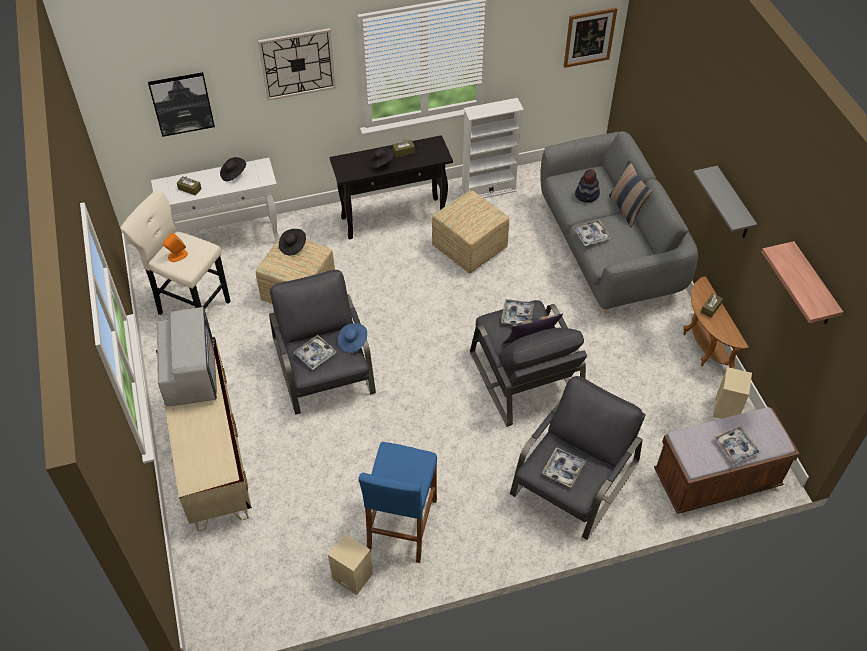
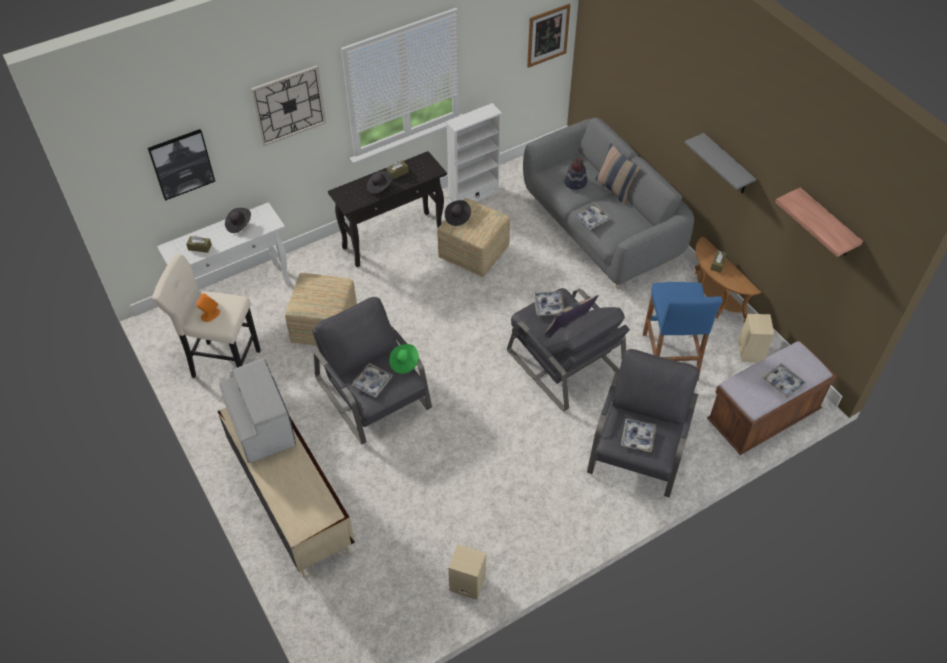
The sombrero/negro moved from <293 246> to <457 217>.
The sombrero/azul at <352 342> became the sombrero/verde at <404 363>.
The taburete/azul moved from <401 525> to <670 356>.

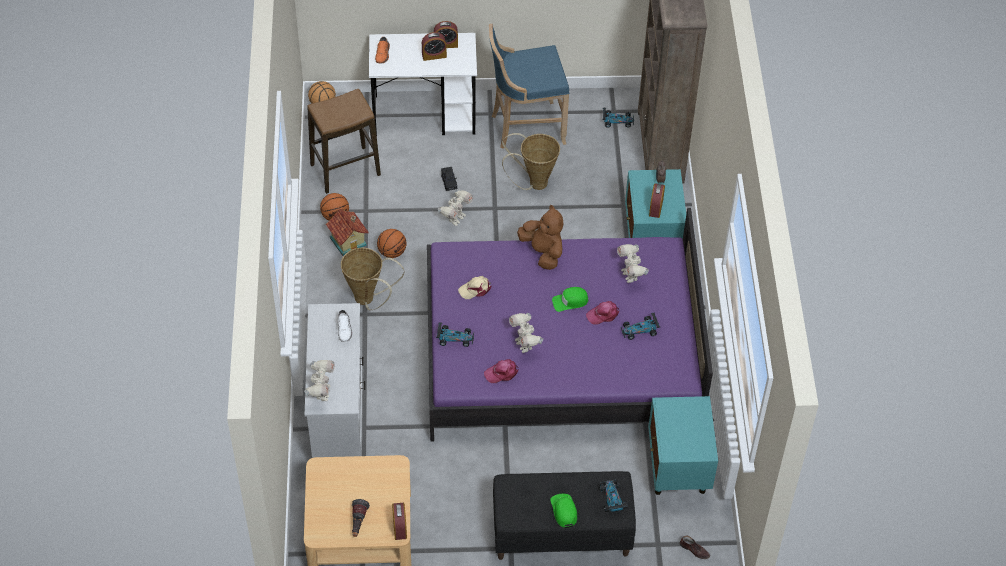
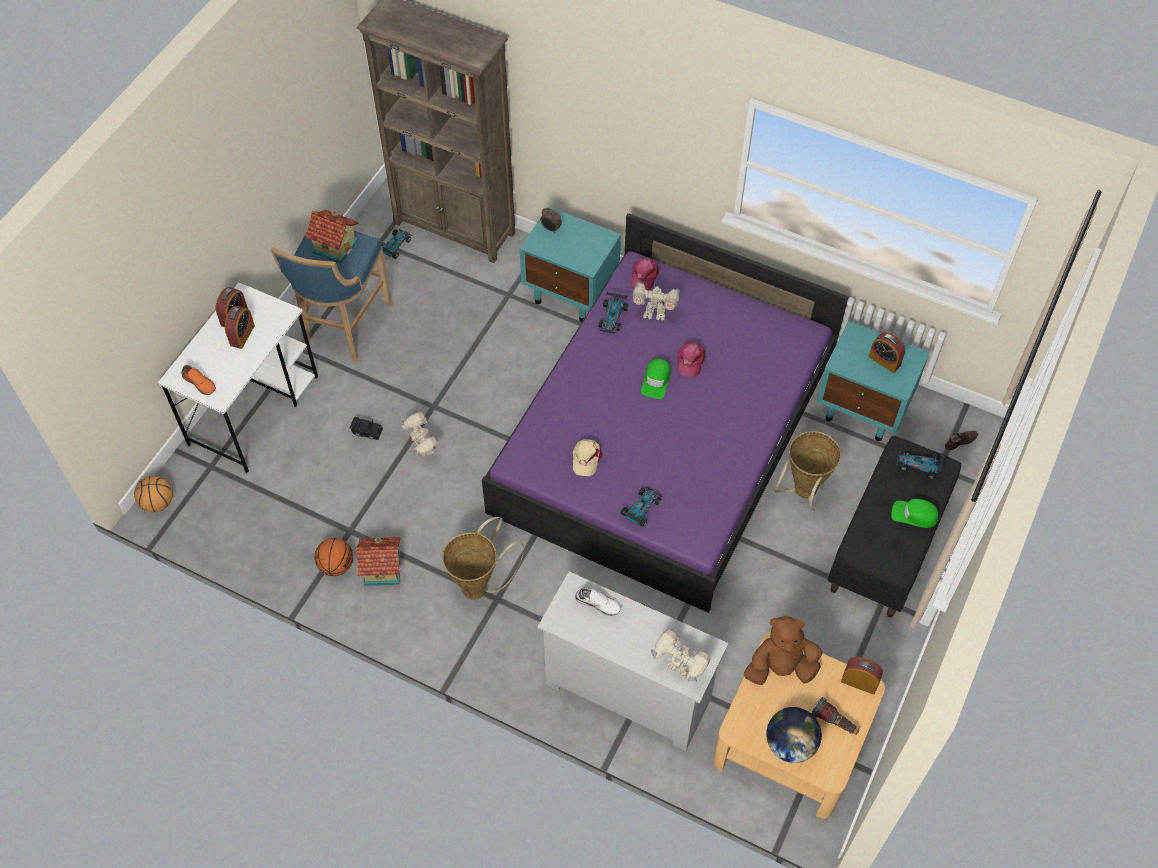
The taburete at <345 170> disappeared.
The balón de baloncesto at <392 252> disappeared.
The gorra/rosa moved from <502 373> to <644 275>.
The cesta moved from <533 183> to <802 493>.
The robot de juguete at <525 344> disappeared.
The peluche/marrón moved from <543 252> to <780 668>.
The coche de juguete moved from <640 330> to <612 317>.
The despertador moved from <656 207> to <884 360>.
The casita at <335 245> appeared.
The globo terráqueo at <790 744> appeared.

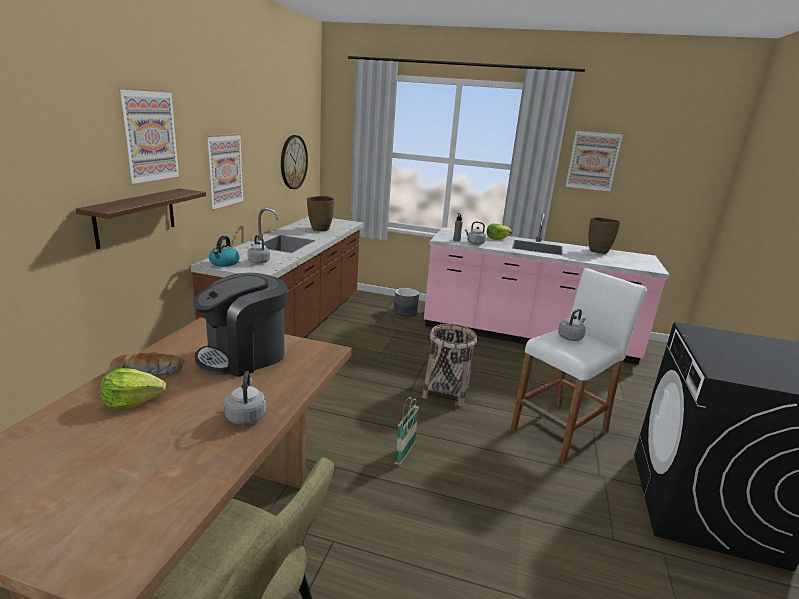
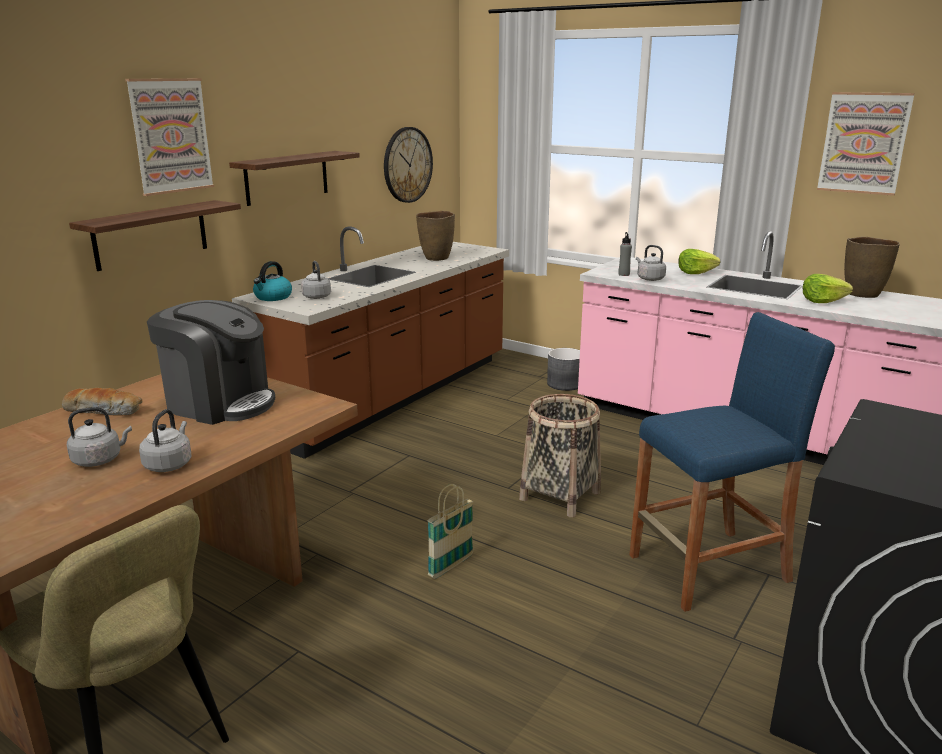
The lechuga moved from <132 401> to <822 301>.
The cafetera at <244 355> turned 135 degrees counterclockwise.
The cuadro at <225 170> was replaced by the estante at <287 177>.
The taburete/blanco at <560 431> became the taburete/azul at <709 569>.
The hervidor/gris moved from <570 337> to <100 460>.

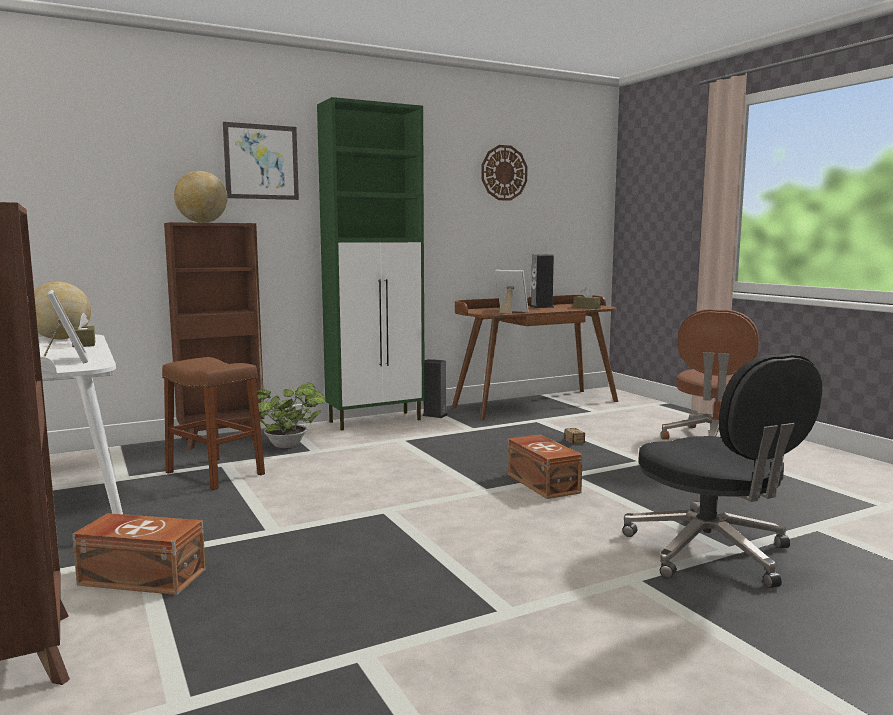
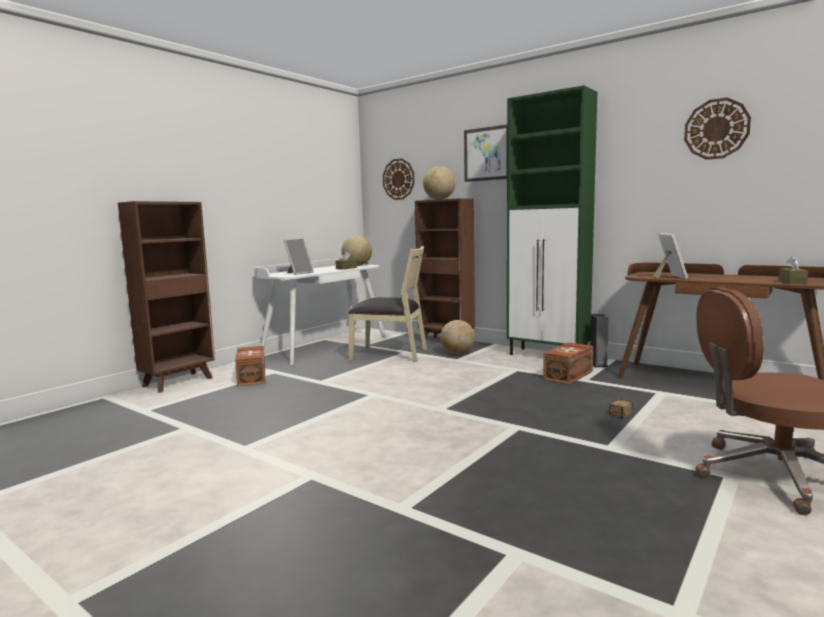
The taburete/marrón at <215 473> was replaced by the silla/beis at <390 354>.
The planta en maceta at <289 446> was replaced by the globo terráqueo at <457 353>.
The caja de almacenaje/marrón moved from <543 483> to <569 375>.
The altavoz at <541 307> disappeared.
The silla de oficina/negro at <711 553> disappeared.
The reloj de pared at <398 179> appeared.

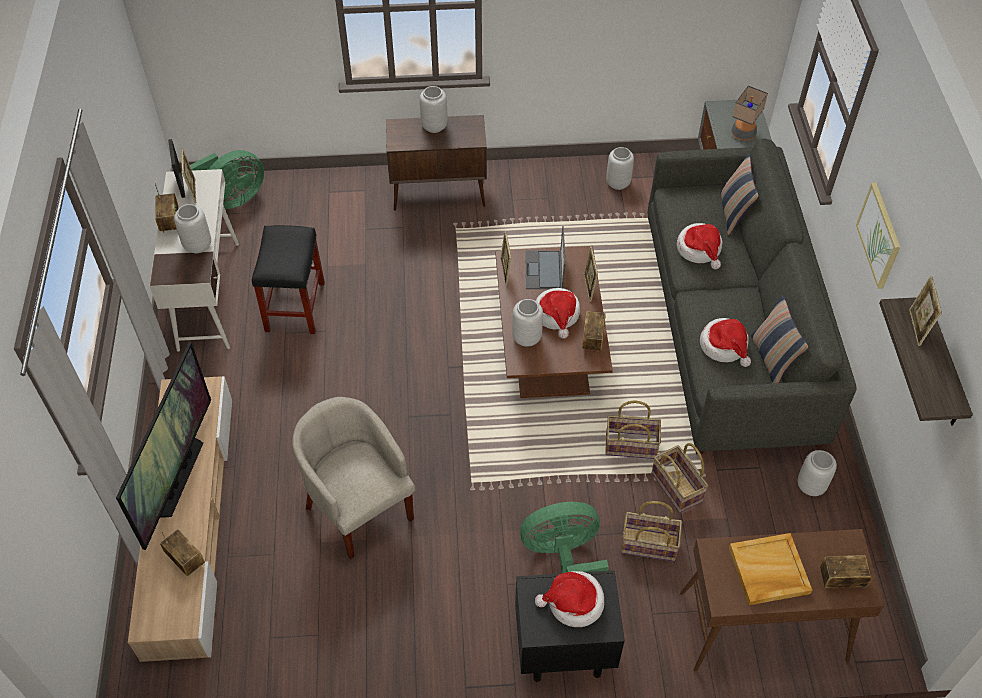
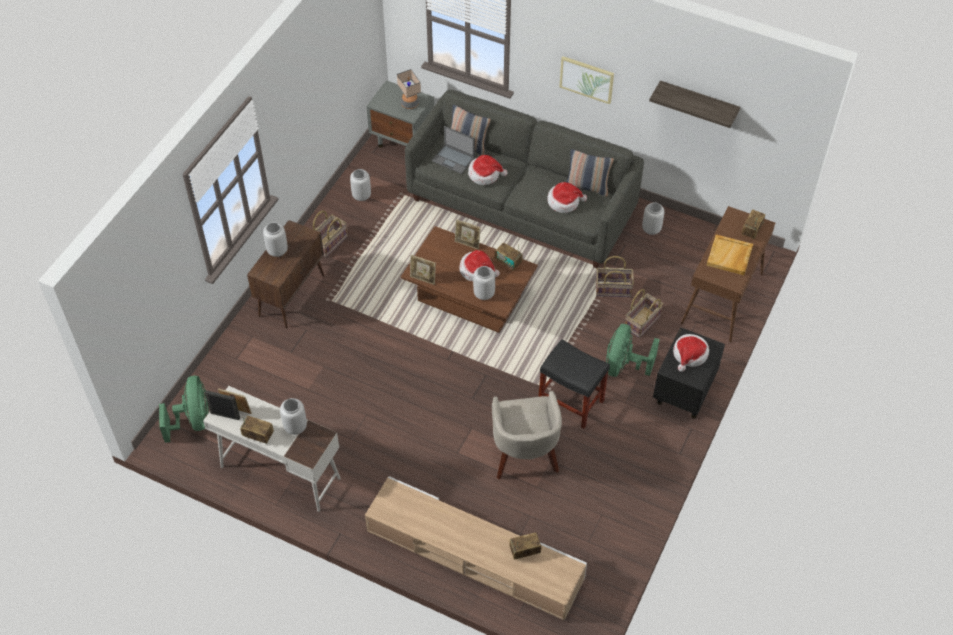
The televisor at <178 477> disappeared.
The taburete/negro moved from <295 308> to <572 402>.
The sillón/beis at <358 507> turned 90 degrees counterclockwise.
The portátil moved from <544 271> to <453 159>.
The cesta moved from <631 445> to <329 242>.
The portarretratos at <916 328> disappeared.

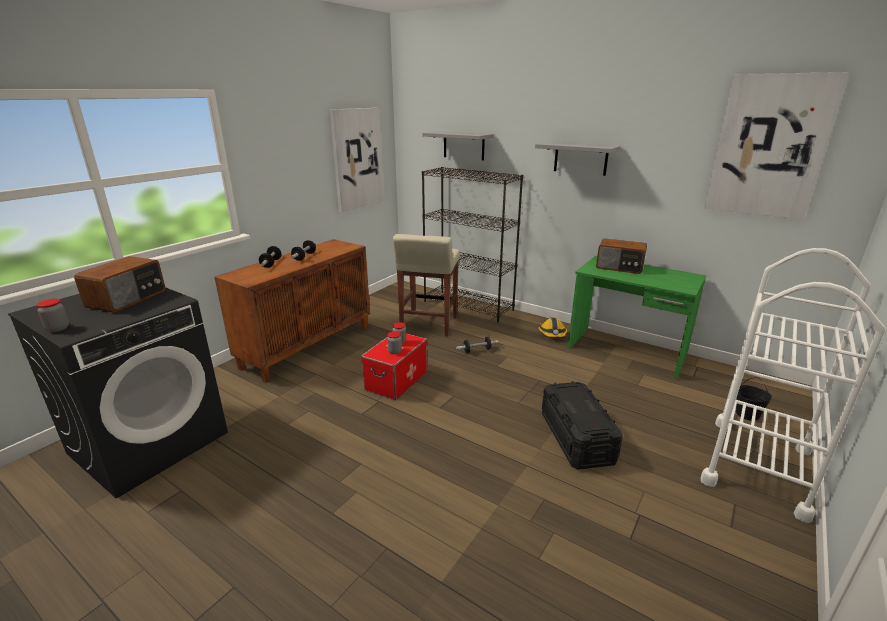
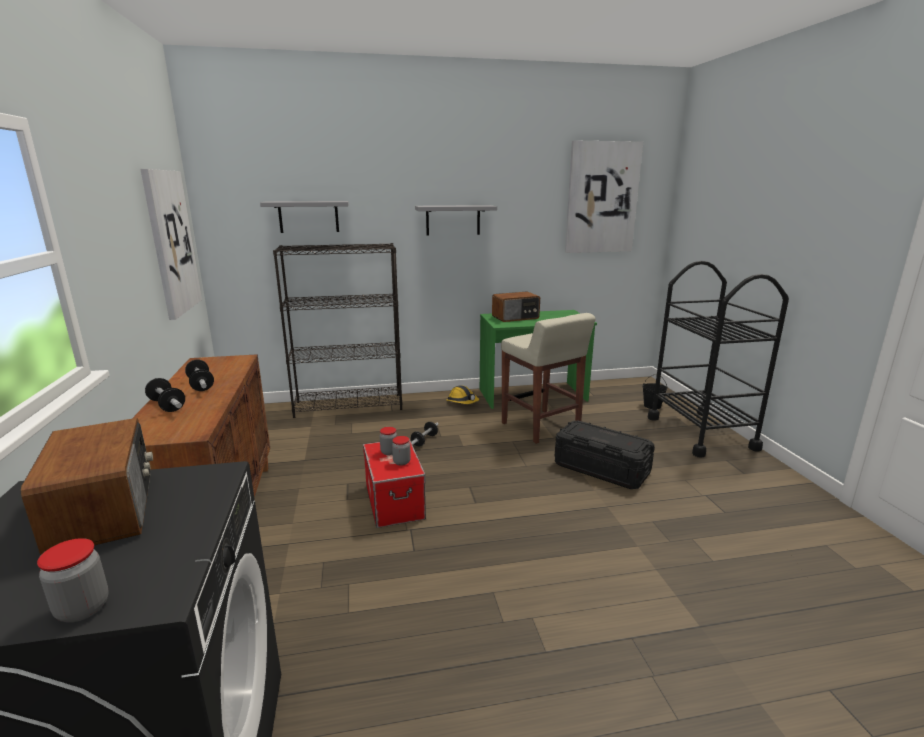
The taburete/beis moved from <428 325> to <541 427>.
The carrito/blanco at <757 466> became the carrito/negro at <700 433>.

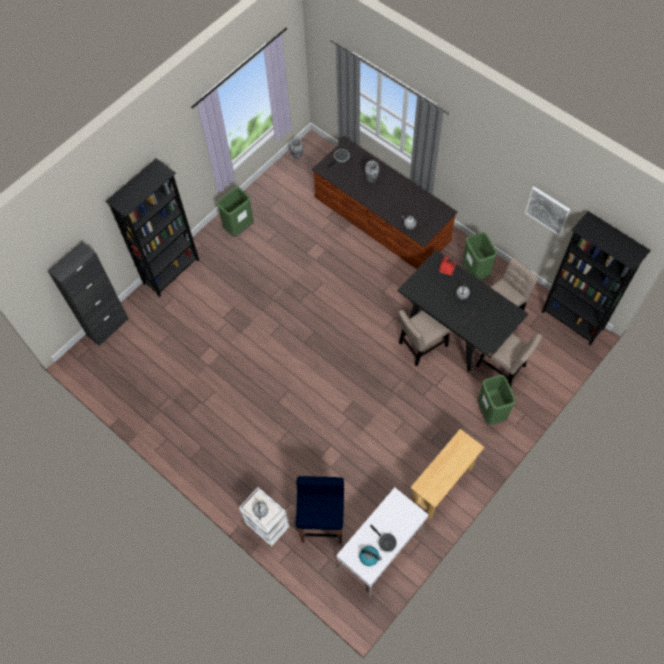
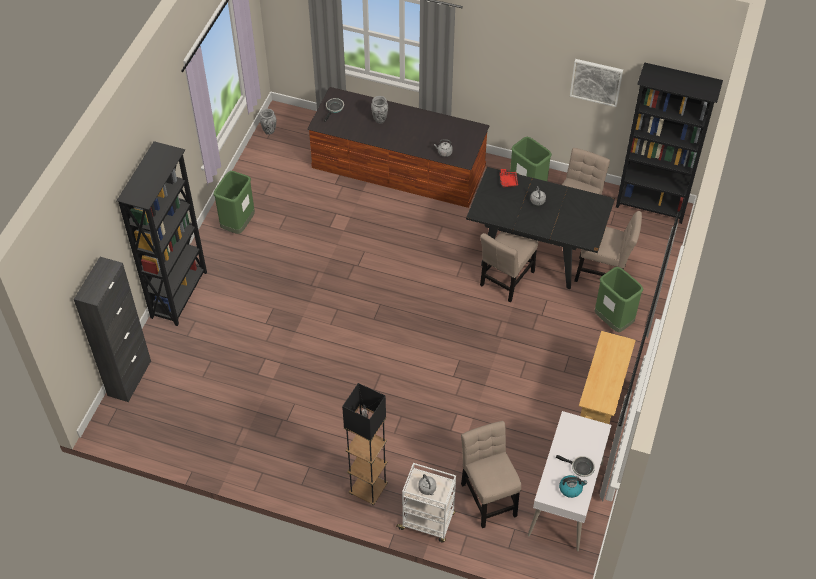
The taburete/azul at <322 523> was replaced by the silla/beis at <488 496>.
The lámpara de pie/negro at <368 489> appeared.

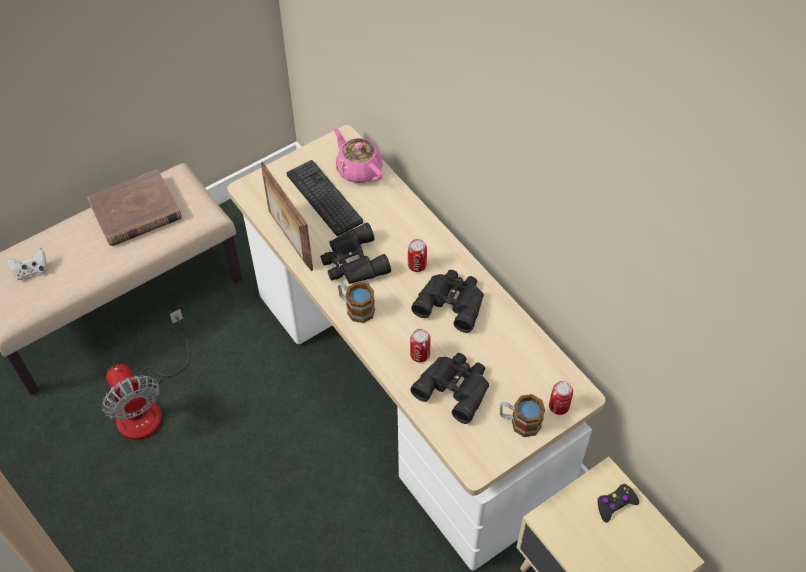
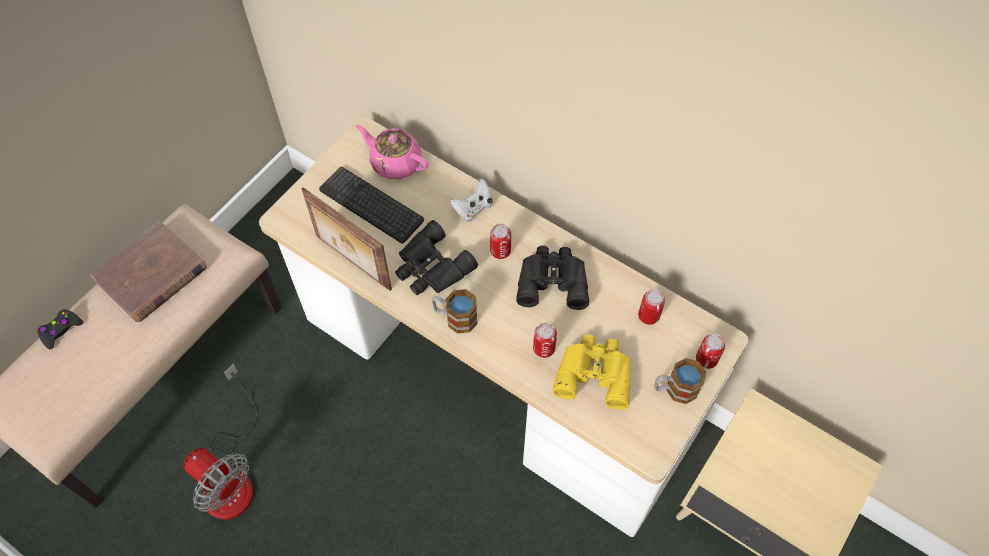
The mando de consola/blanco moved from <31 271> to <473 208>.
The prismáticos/negro at <455 387> became the prismáticos/amarillo at <594 372>.
The mando de consola/negro moved from <615 504> to <61 330>.
The lata at <648 316> appeared.

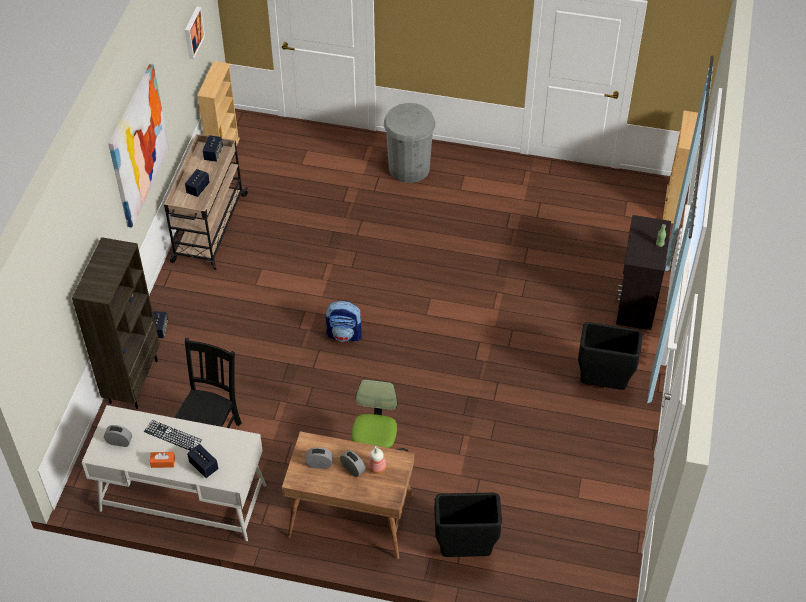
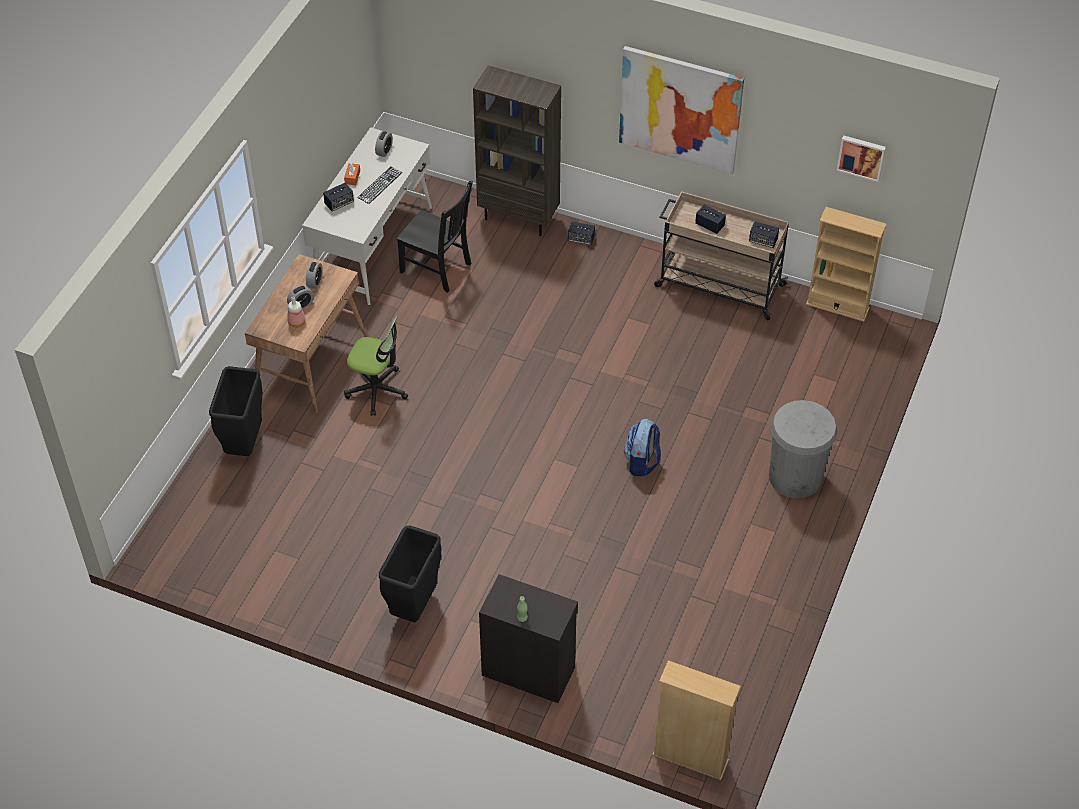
The mochila moved from <345 334> to <642 462>.

